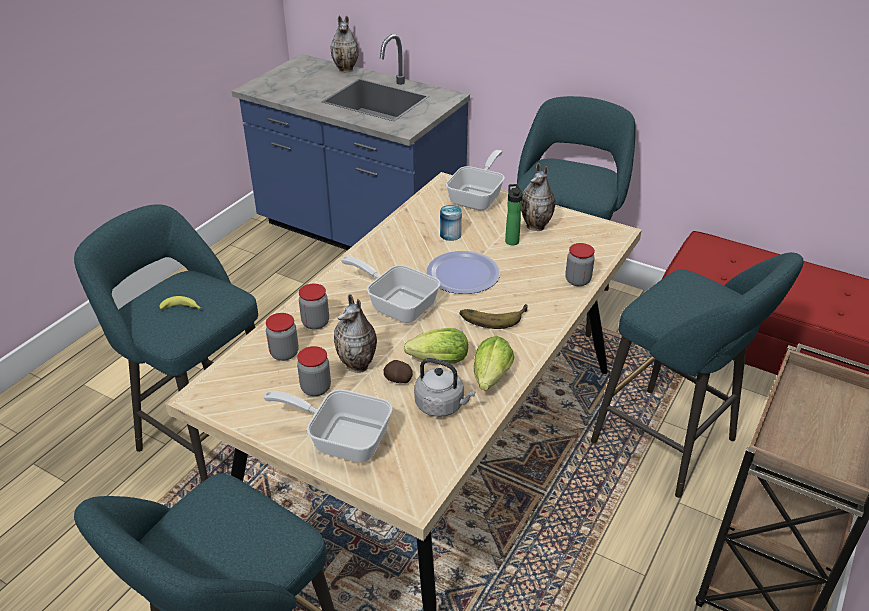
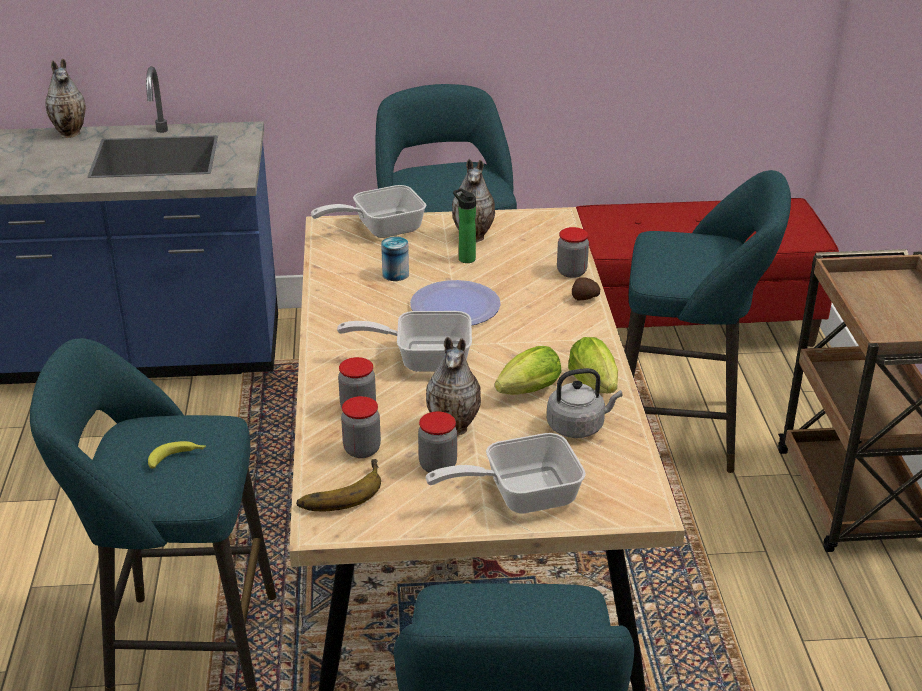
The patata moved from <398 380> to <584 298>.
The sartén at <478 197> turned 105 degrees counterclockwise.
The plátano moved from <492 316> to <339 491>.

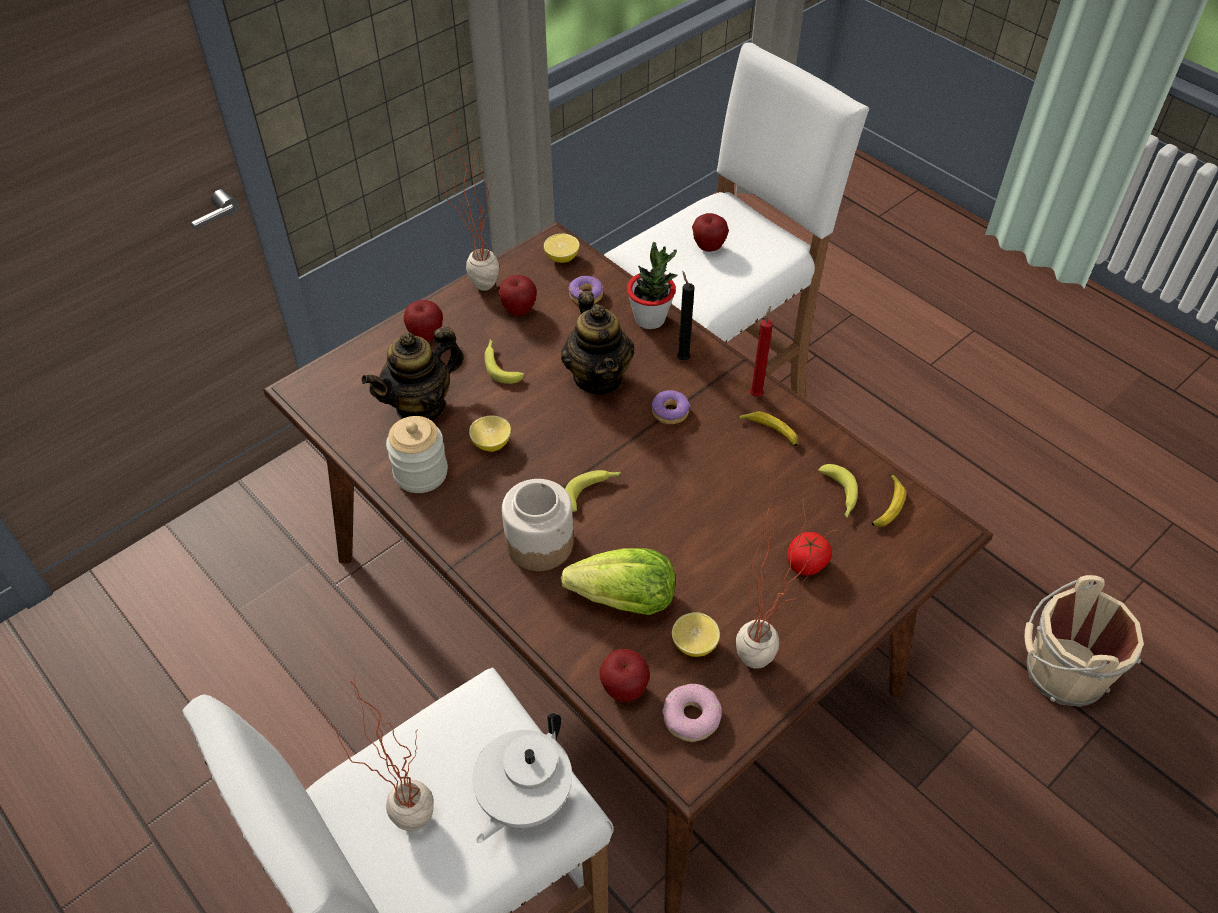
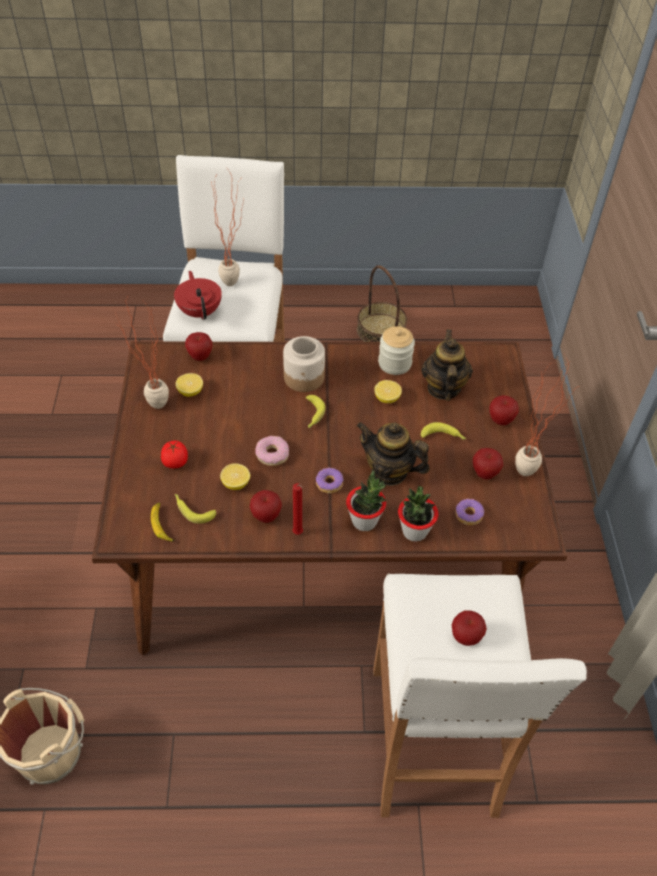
The tetera/blanco at <523 798> became the tetera/rojo at <200 311>.
The limón moved from <562 258> to <235 483>.
The lechuga at <625 600> disappeared.
The rosquilla moved from <691 717> to <272 454>.
The vela/negro at <682 358> was replaced by the planta en maceta at <364 521>.
The plátano at <769 432> was replaced by the manzana at <266 516>.
The cesta at <381 330> appeared.

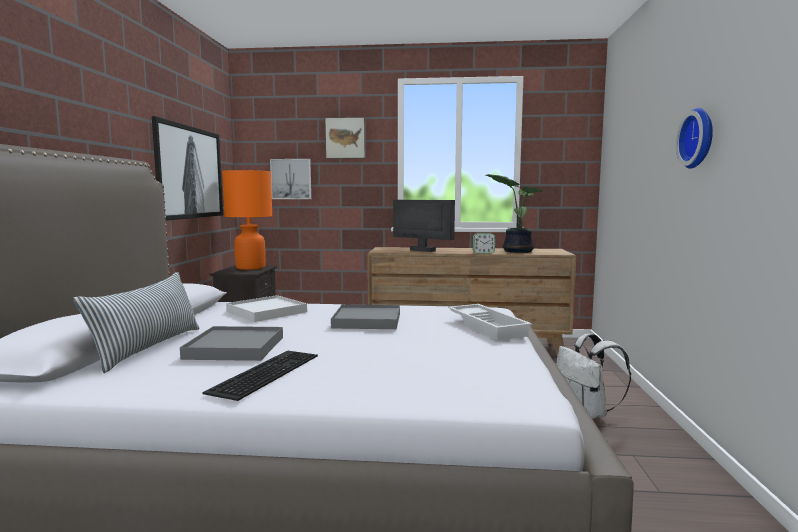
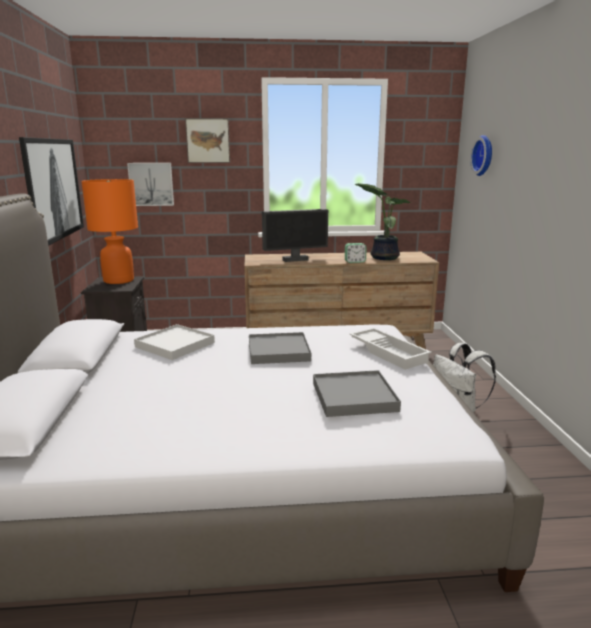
The cojín at <148 347> disappeared.
The bandeja/gris moved from <235 347> to <354 397>.
The teclado at <264 372> disappeared.
The monitor at <422 250> turned 135 degrees clockwise.
The reloj de pared moved from <699 138> to <484 155>.

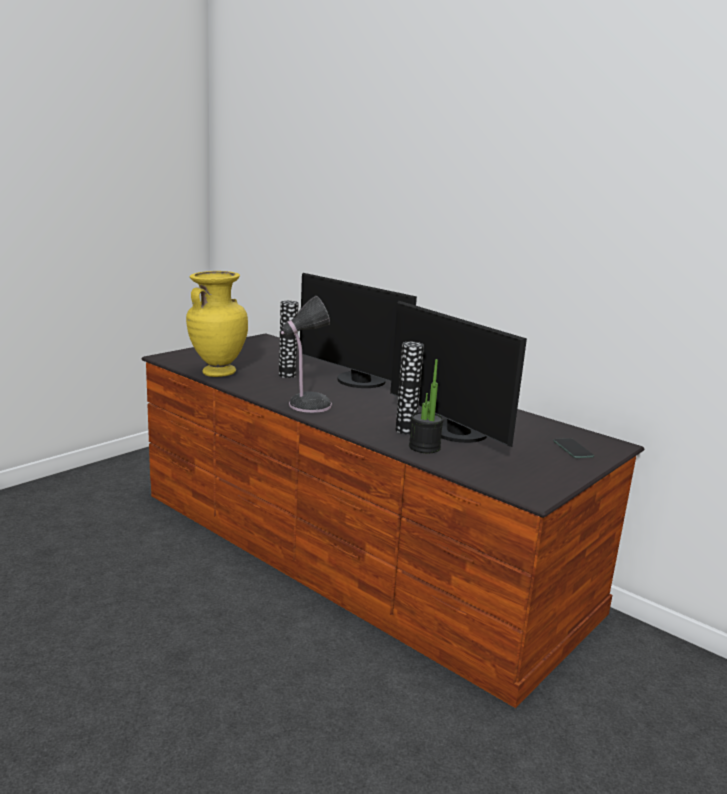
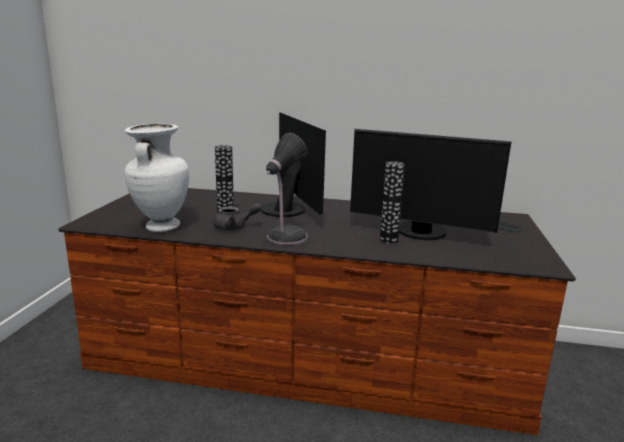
The florero/amarillo at <217 373> became the florero/blanco at <161 227>.
The monitor at <357 381> turned 120 degrees counterclockwise.
The planta en maceta at <424 447> disappeared.
The tetera/gris at <234 227> appeared.

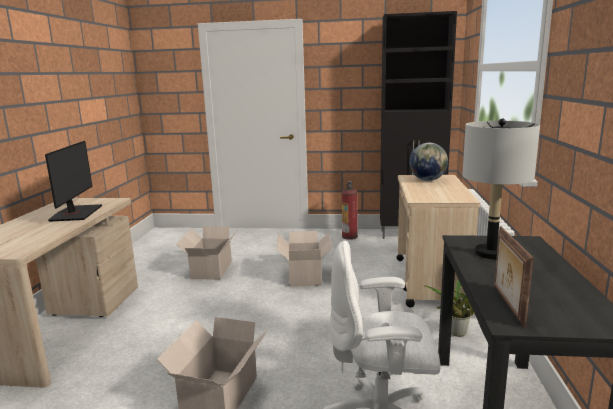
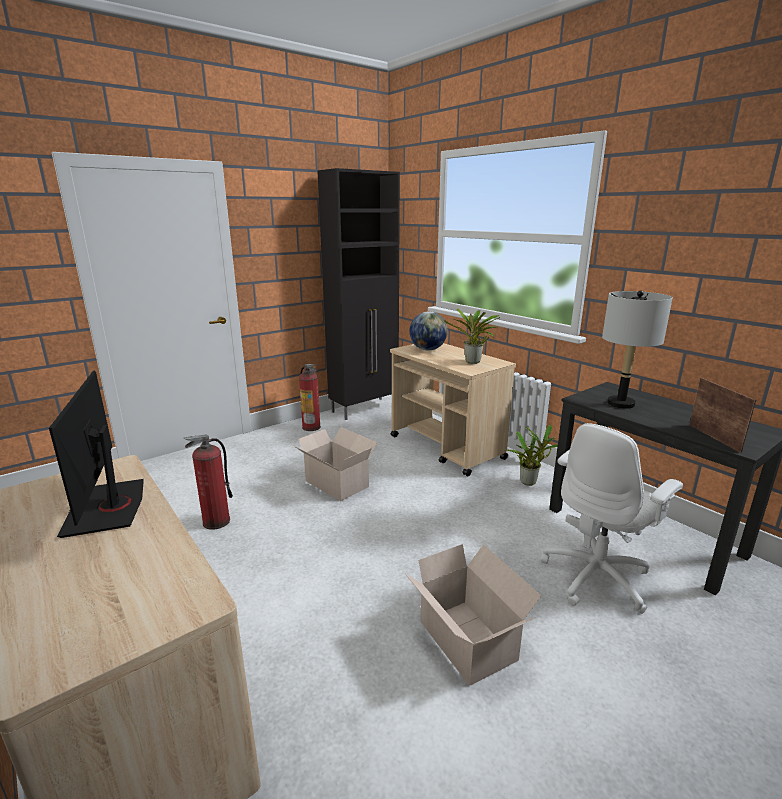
The monitor at <75 213> turned 150 degrees counterclockwise.
The caja de cartón at <211 270> was replaced by the extintor at <216 522>.
The portarretratos at <507 305> turned 150 degrees counterclockwise.
The planta en maceta at <473 362> appeared.

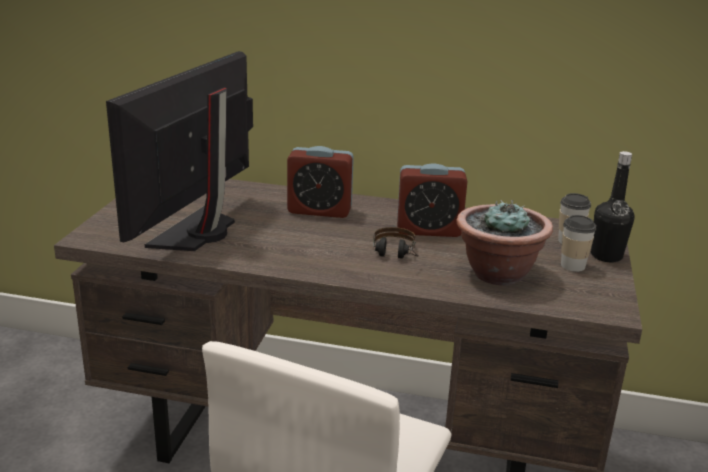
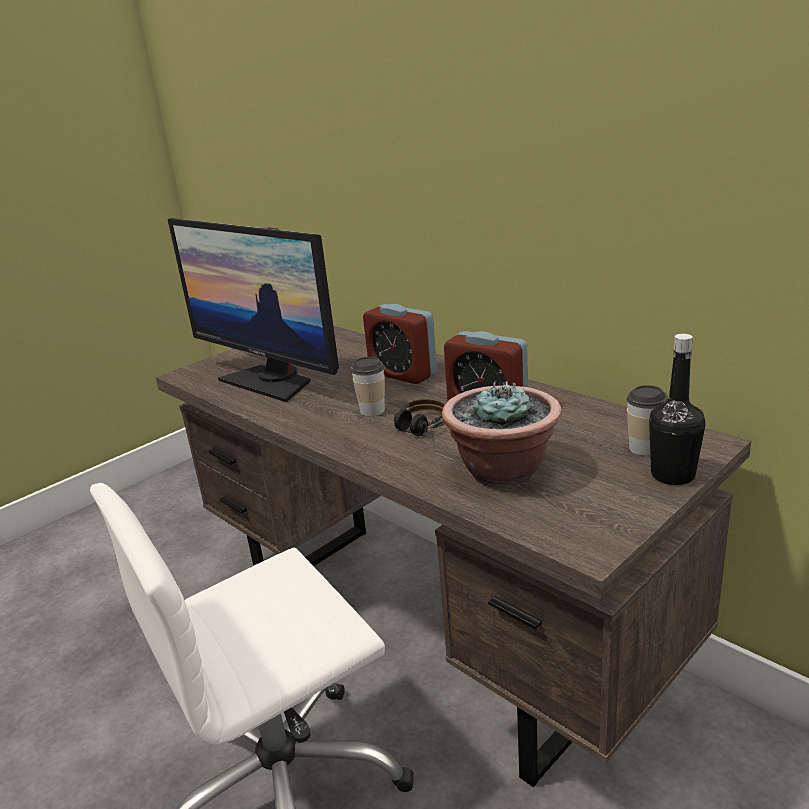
The monitor at <198 232> turned 105 degrees counterclockwise.
The taza moved from <573 266> to <372 410>.

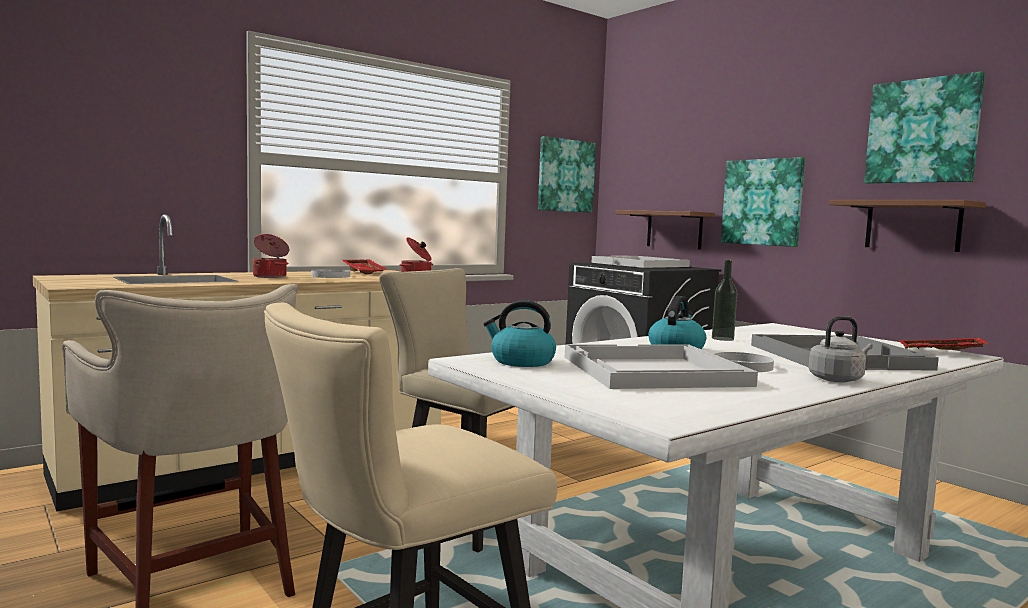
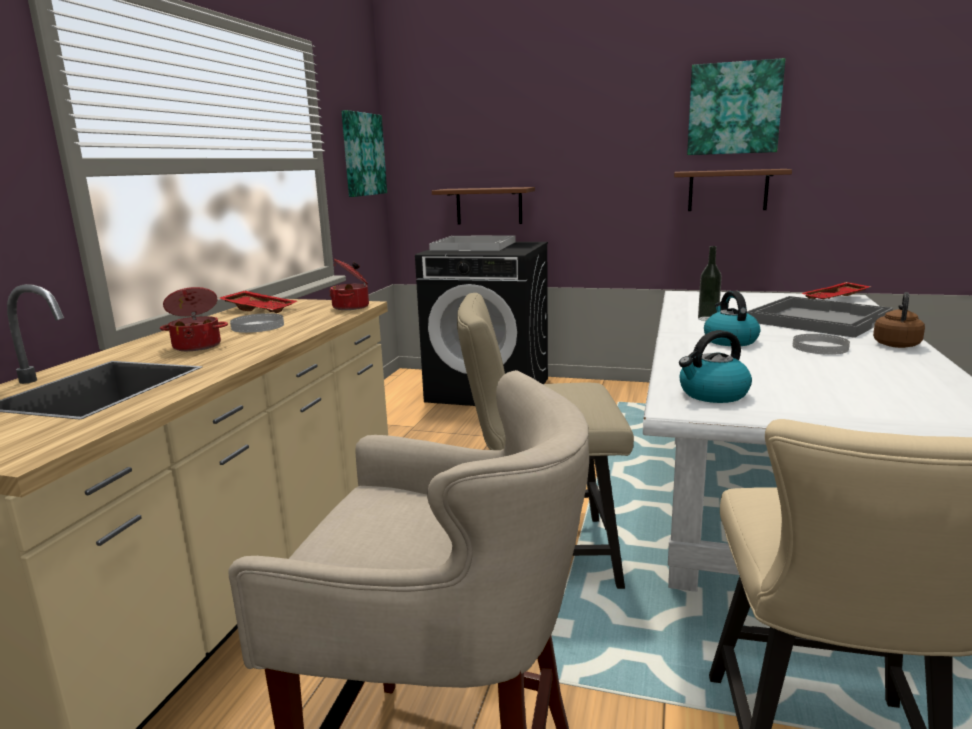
The bandeja/blanco at <652 371> disappeared.
The cuadro at <762 202> disappeared.
The hervidor/gris at <837 379> became the hervidor/marrón at <896 344>.

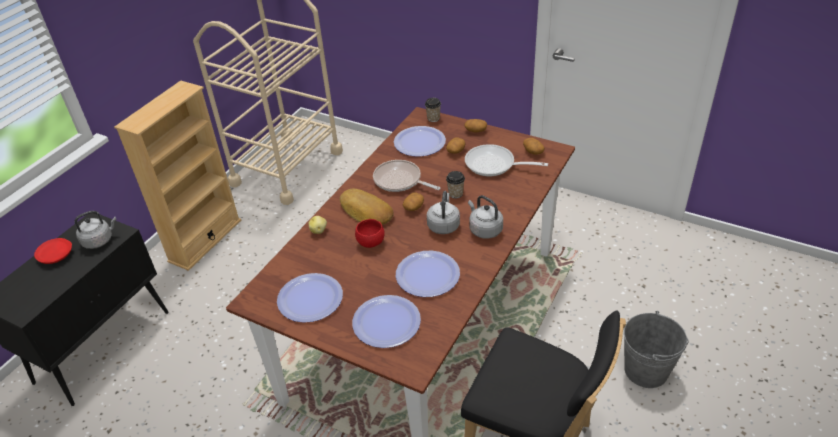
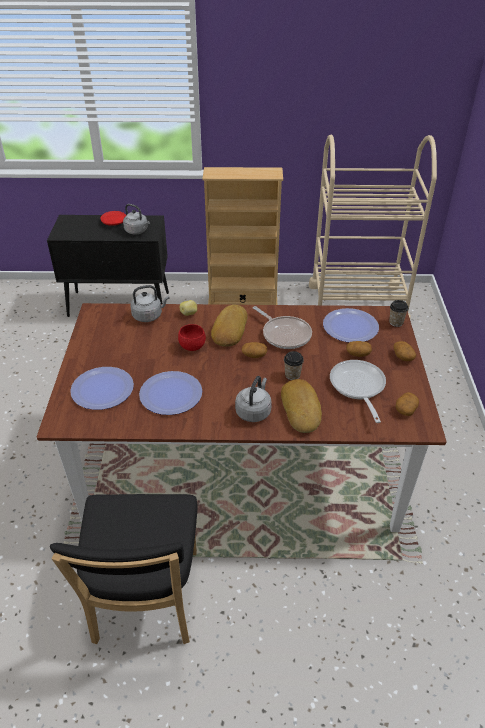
The plato at <310 299> disappeared.
The sartén at <400 181> turned 135 degrees clockwise.
The hervidor/gris moved from <443 225> to <149 316>.
The cubo/gris at <646 370> disappeared.
The pan at <302 409> appeared.

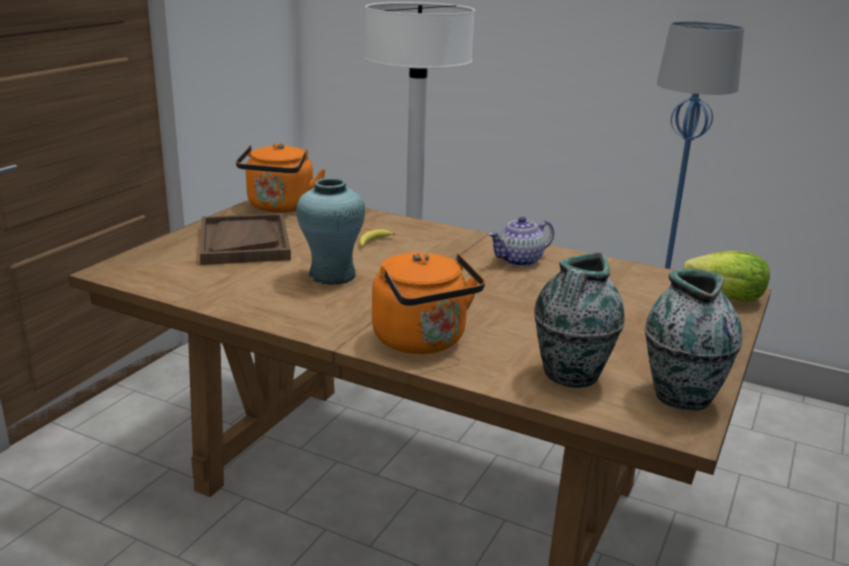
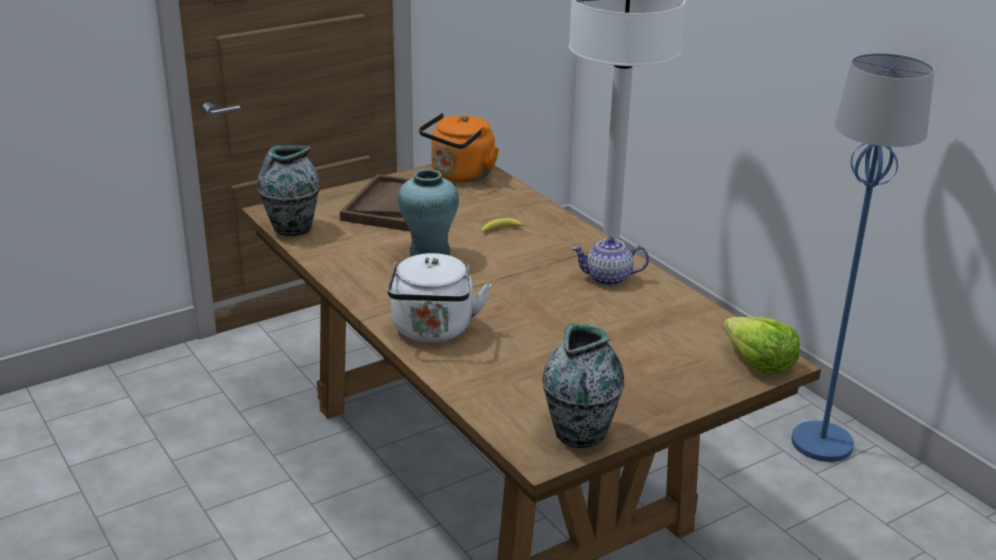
The hervidor/naranja at <423 341> became the hervidor/blanco at <433 331>.
The florero moved from <570 375> to <291 228>.

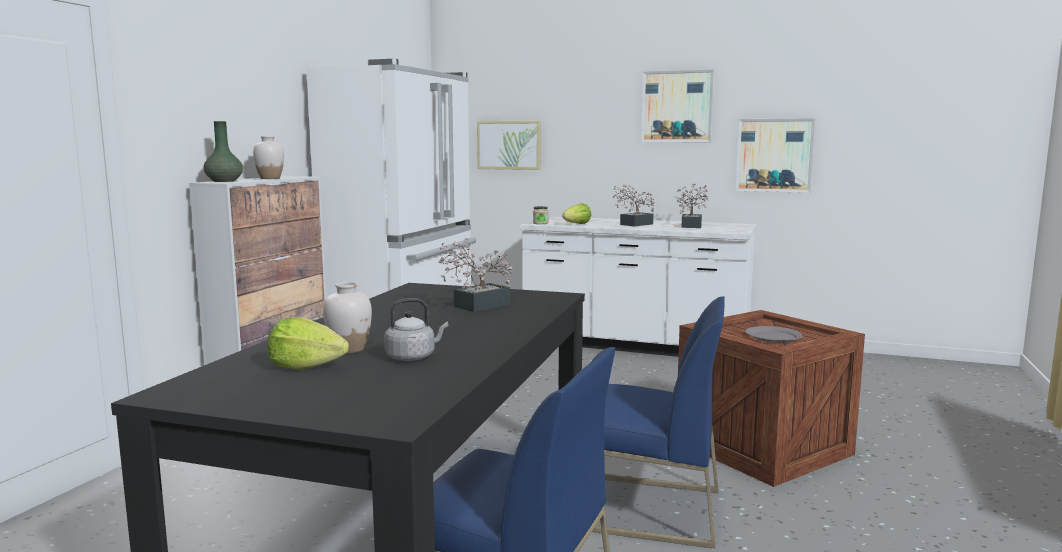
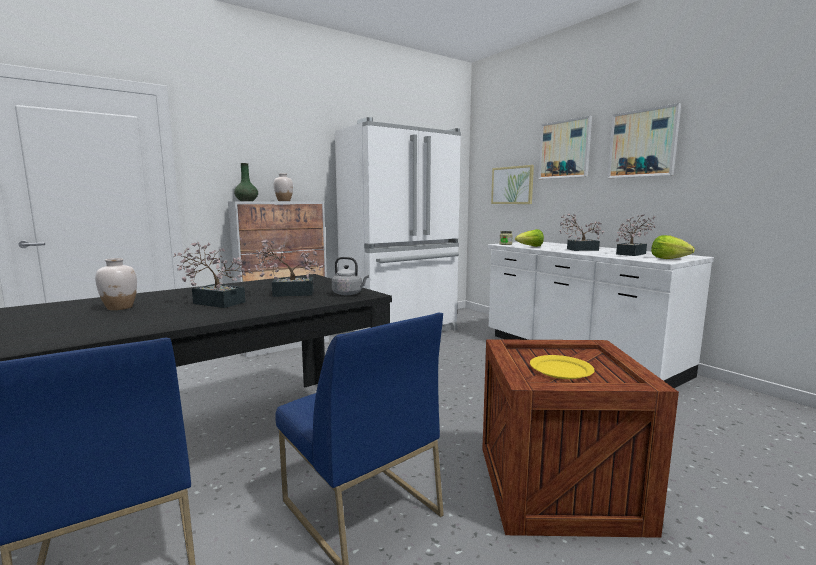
The lechuga moved from <305 366> to <669 258>.
The hervidor/gris moved from <413 357> to <349 294>.
The cuadro moved from <774 155> to <564 149>.
The plato/gris at <773 337> became the plato/amarillo at <560 369>.
The planta en maceta at <215 302> appeared.

